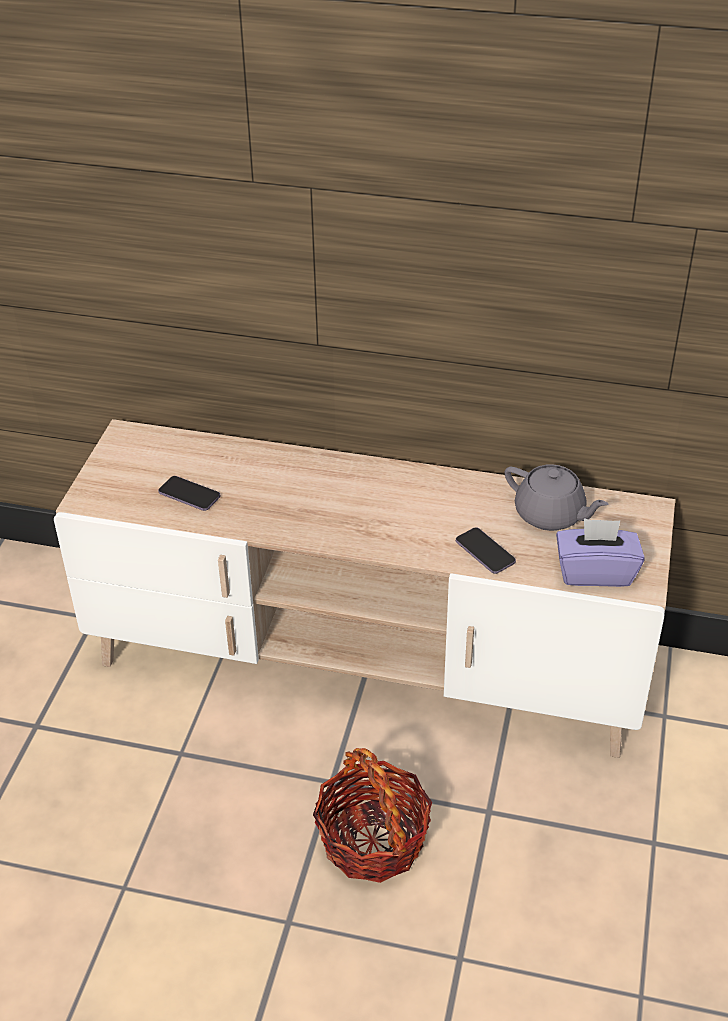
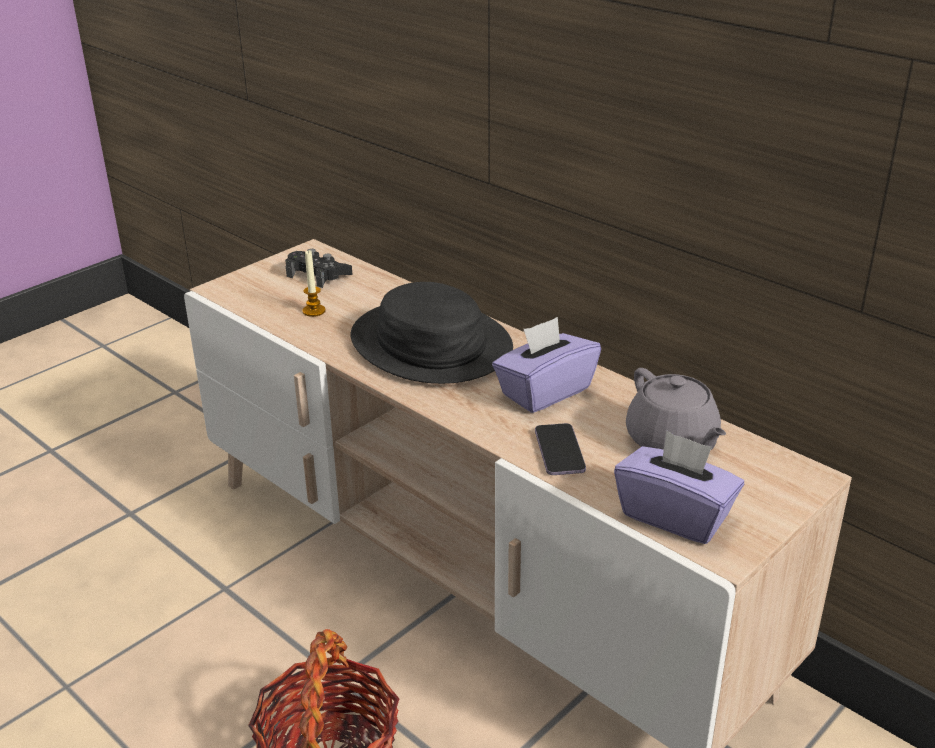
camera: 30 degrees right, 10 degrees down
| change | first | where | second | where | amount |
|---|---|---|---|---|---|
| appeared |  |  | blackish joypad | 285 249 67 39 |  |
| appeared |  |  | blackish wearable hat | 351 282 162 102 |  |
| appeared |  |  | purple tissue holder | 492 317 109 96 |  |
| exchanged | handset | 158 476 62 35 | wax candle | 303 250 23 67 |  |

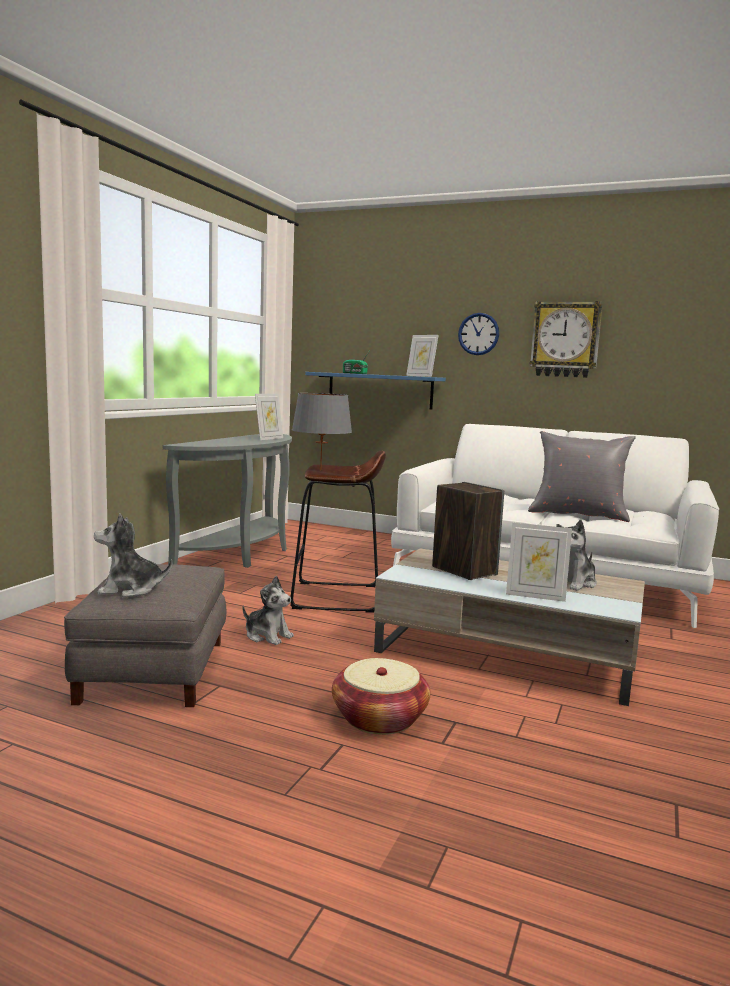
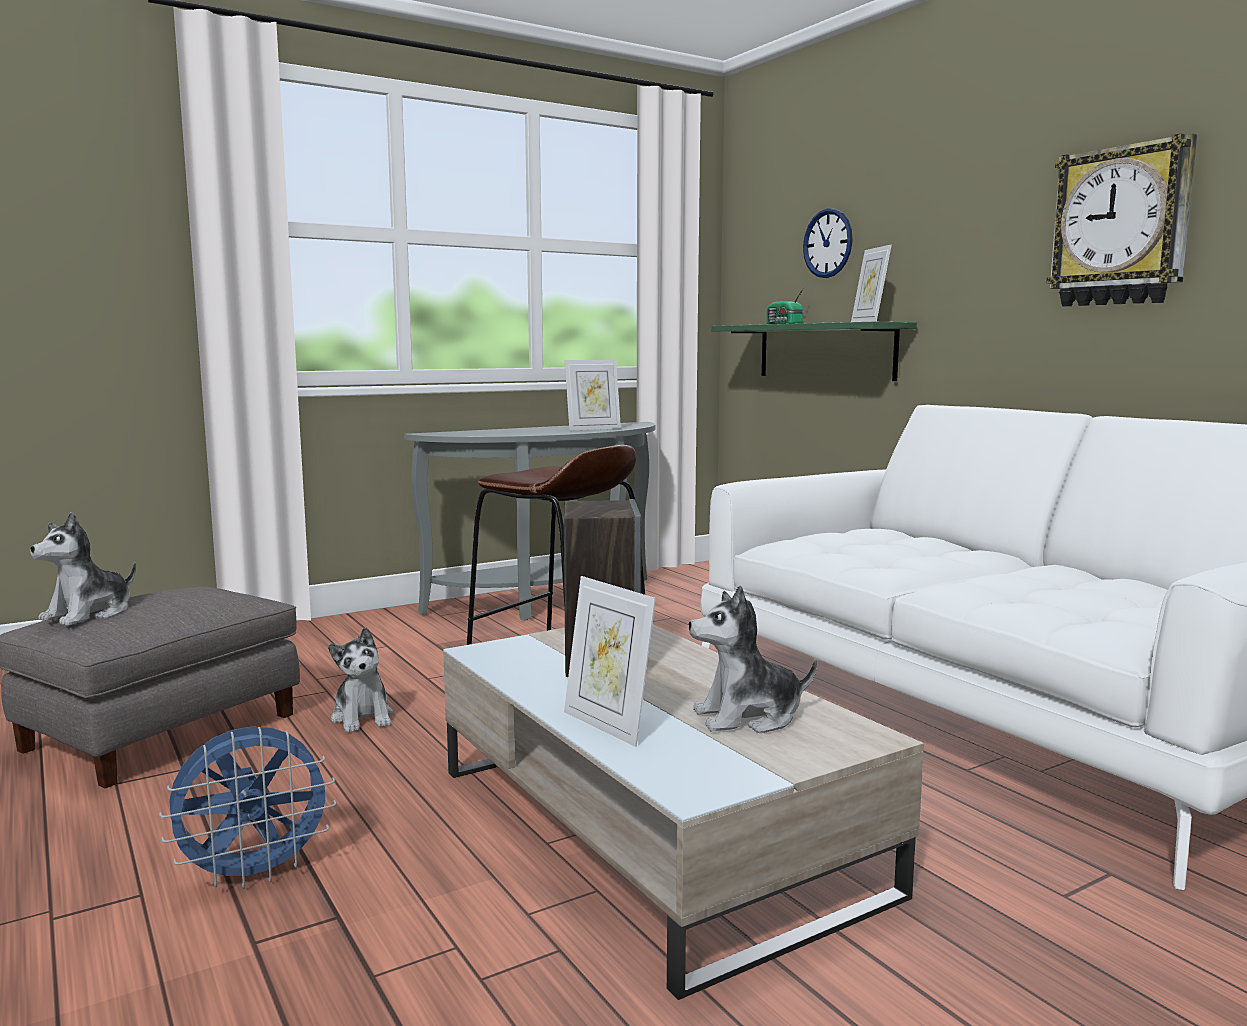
camera: 35 degrees right, 0 degrees up
| change | first | where | second | where | amount |
|---|---|---|---|---|---|
| missing | grey lamp for a table | 292 393 60 78 |  |  |  |
| missing | grey cushion | 528 431 108 91 |  |  |  |
| relocated | hanging clock | 458 313 41 42 |  | 803 208 50 70 |  |
| exchanged | storage basket | 332 658 99 77 | blue fan | 159 726 177 163 |  |
| colour | blue bracket shelf | 305 372 141 38 | green bracket shelf | 711 322 206 59 |  |
| spun | soft toy | 94 513 79 84 |  | 30 512 106 114 | 90 degrees counterclockwise |

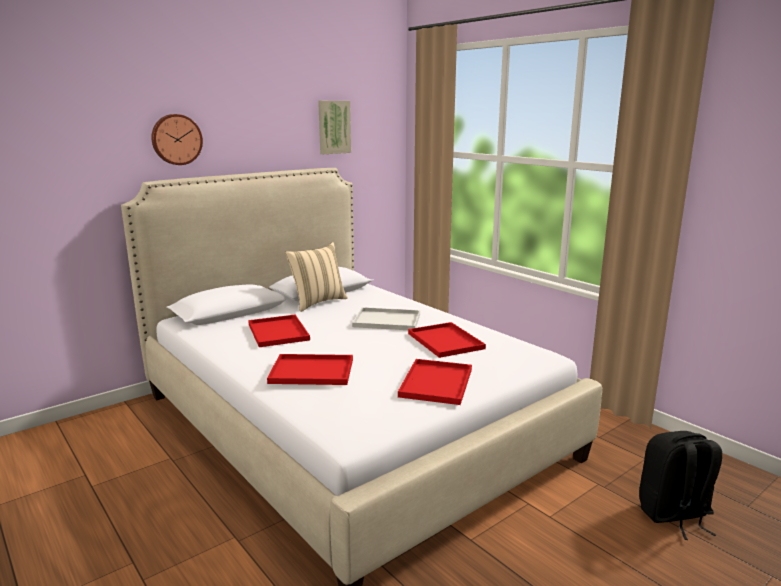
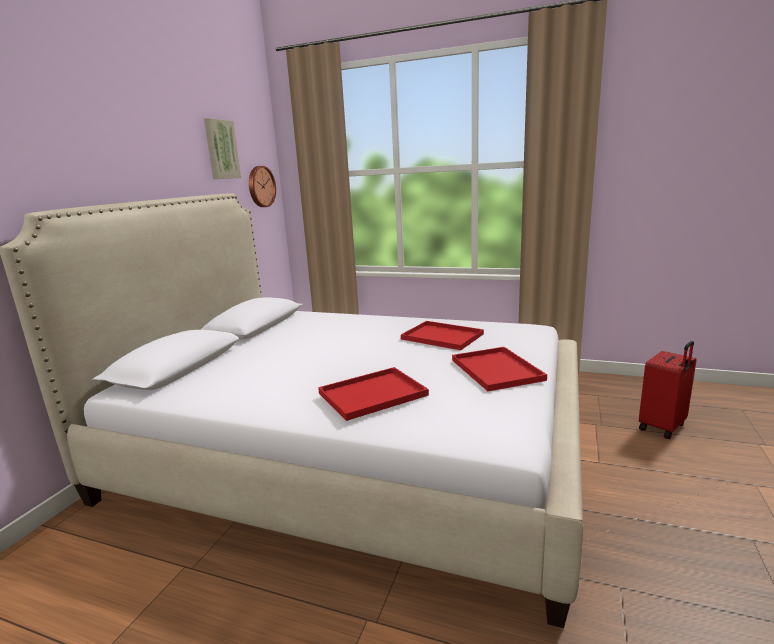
camera: 30 degrees left, 0 degrees up
| change | first | where | second | where | amount |
|---|---|---|---|---|---|
| missing | reddish tray | 248 315 62 32 |  |  |  |
| missing | beige cushion | 285 242 63 70 |  |  |  |
| missing | whitish tray | 352 307 68 23 |  |  |  |
| relocated | hanging clock | 151 114 52 51 |  | 249 166 27 41 |  |
| exchanged | blackish knapsack | 639 431 83 109 | reddish travel case | 639 341 58 98 |  |

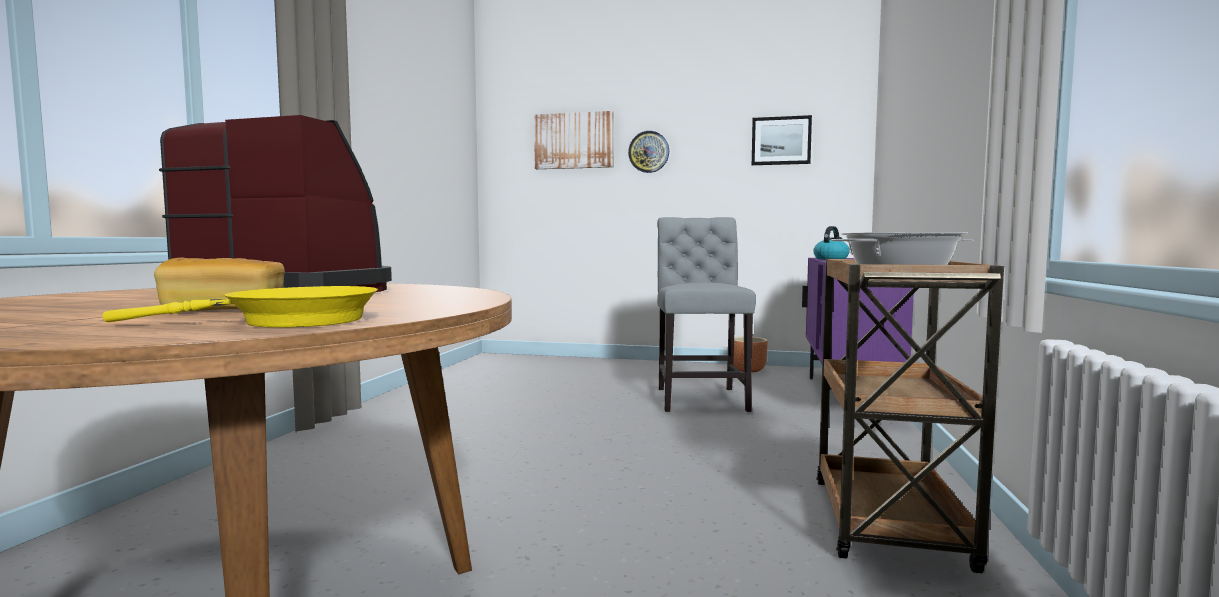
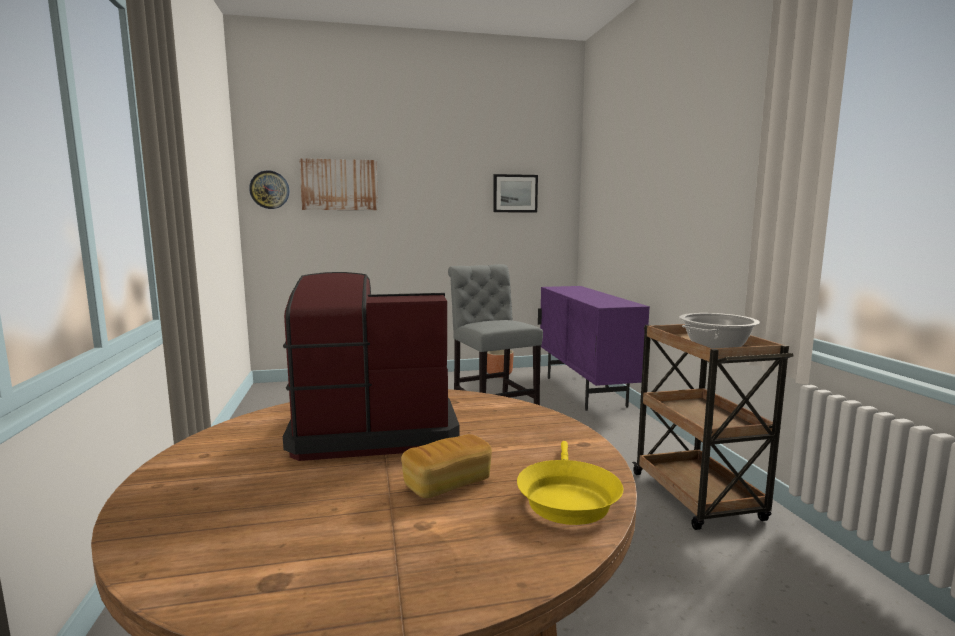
camera: 25 degrees left, 5 degrees up
| change | first | where | second | where | amount |
|---|---|---|---|---|---|
| missing | kettle | 813 226 37 33 |  |  |  |
| relocated | hanging clock | 628 131 41 42 |  | 249 170 40 39 |  |
| spun | yellowish skillet | 103 286 275 41 |  | 517 441 106 84 | 135 degrees clockwise |

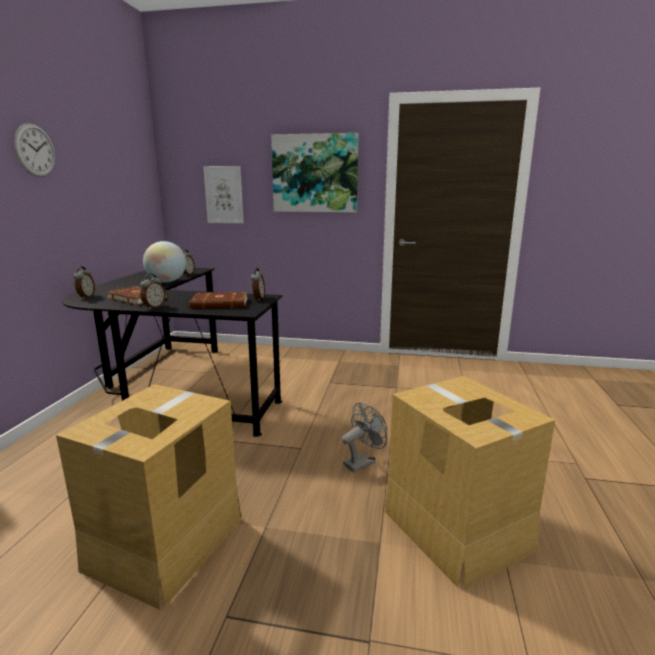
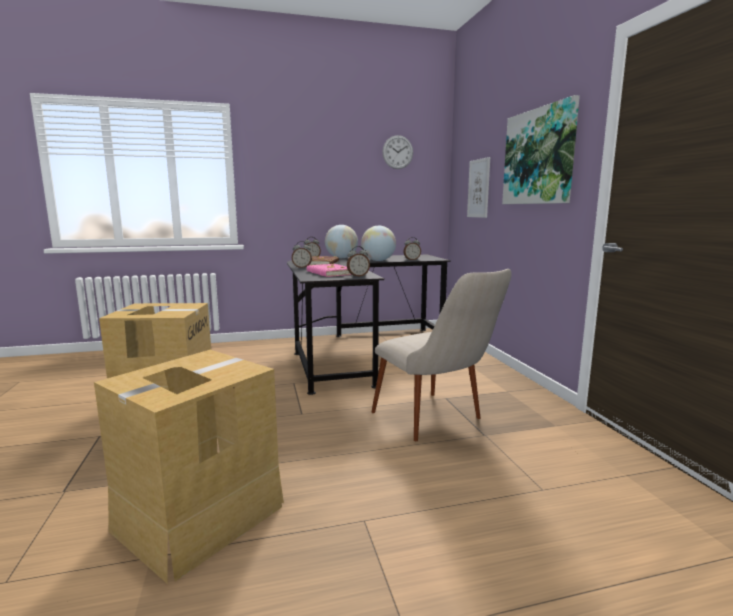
camera: 65 degrees right, 5 degrees down
| change | first | where | second | where | amount |
|---|---|---|---|---|---|
| missing | grey fan | 342 402 45 70 |  |  |  |
| appeared |  |  | world globe | 325 225 33 33 |  |
| appeared |  |  | beige plain chair | 371 269 140 172 |  |
| relocated | hanging clock | 14 123 41 54 |  | 383 135 30 34 |  |
| colour | brown-coloured bound book | 189 292 58 16 | pink bound book | 307 264 45 13 |  |

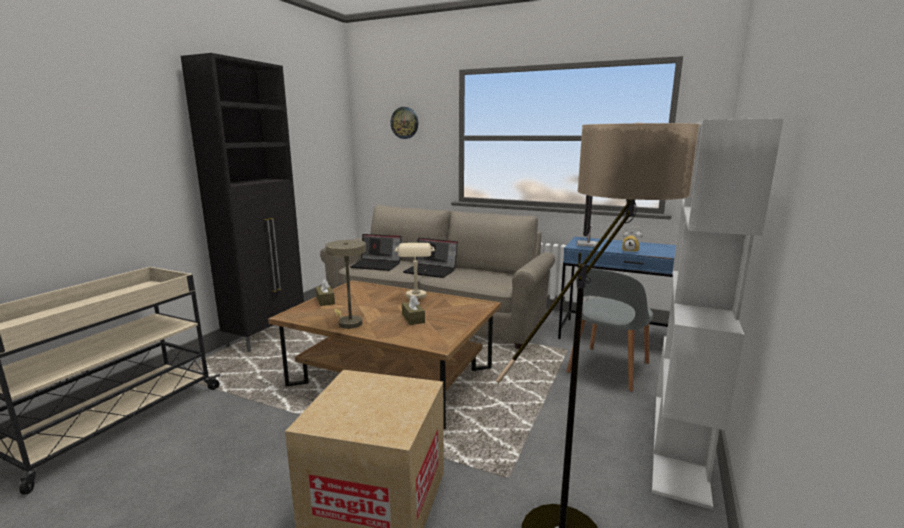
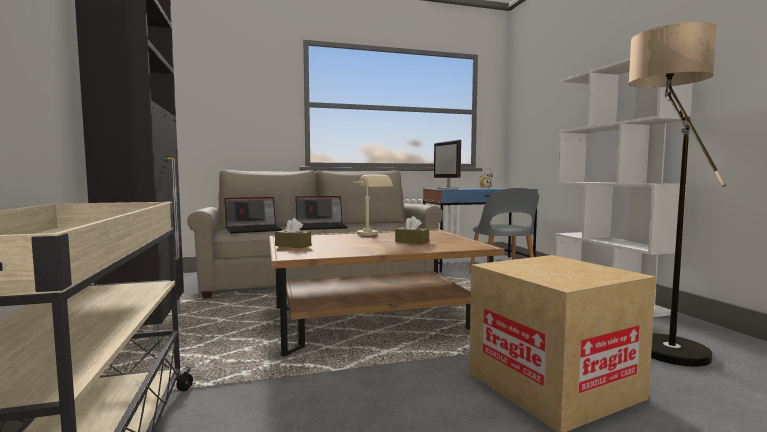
camera: 40 degrees left, 10 degrees down
| change | first | where | second | where | amount |
|---|---|---|---|---|---|
| missing | beige lamp for a table | 325 240 41 89 |  |  |  |
| missing | hanging clock | 390 107 28 32 |  |  |  |

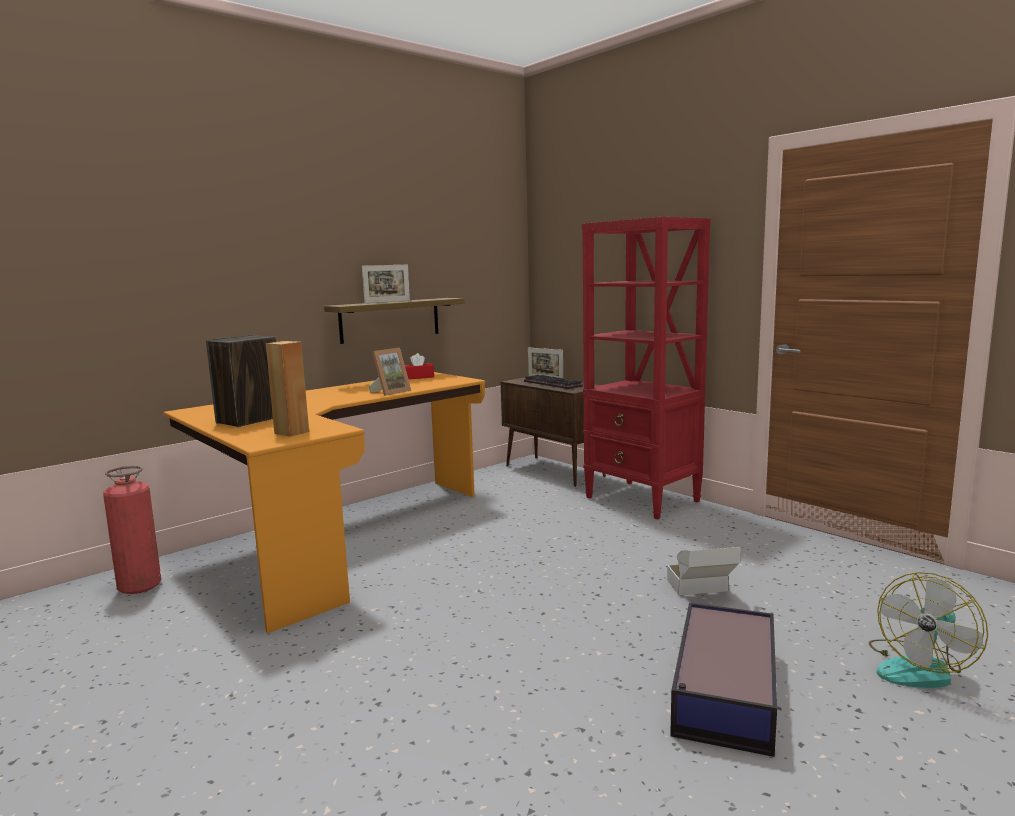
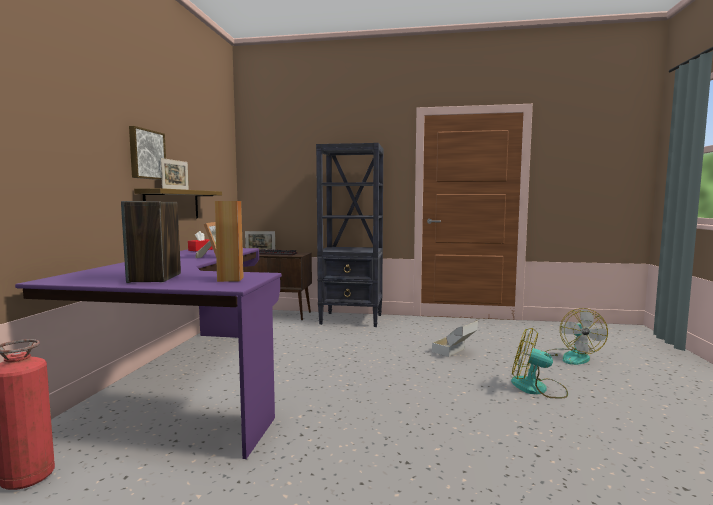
camera: 40 degrees left, 5 degrees down
| change | first | where | second | where | amount |
|---|---|---|---|---|---|
| appeared |  |  | picture | 129 126 37 54 |  |
| exchanged | storage box | 670 603 107 154 | fan | 511 328 57 70 |  |
| colour | orangey desk | 163 372 322 261 | purple desk | 15 248 267 211 |  |
| colour | reddish shelving unit | 582 217 128 303 | blackish shelving unit | 316 143 67 184 |  |

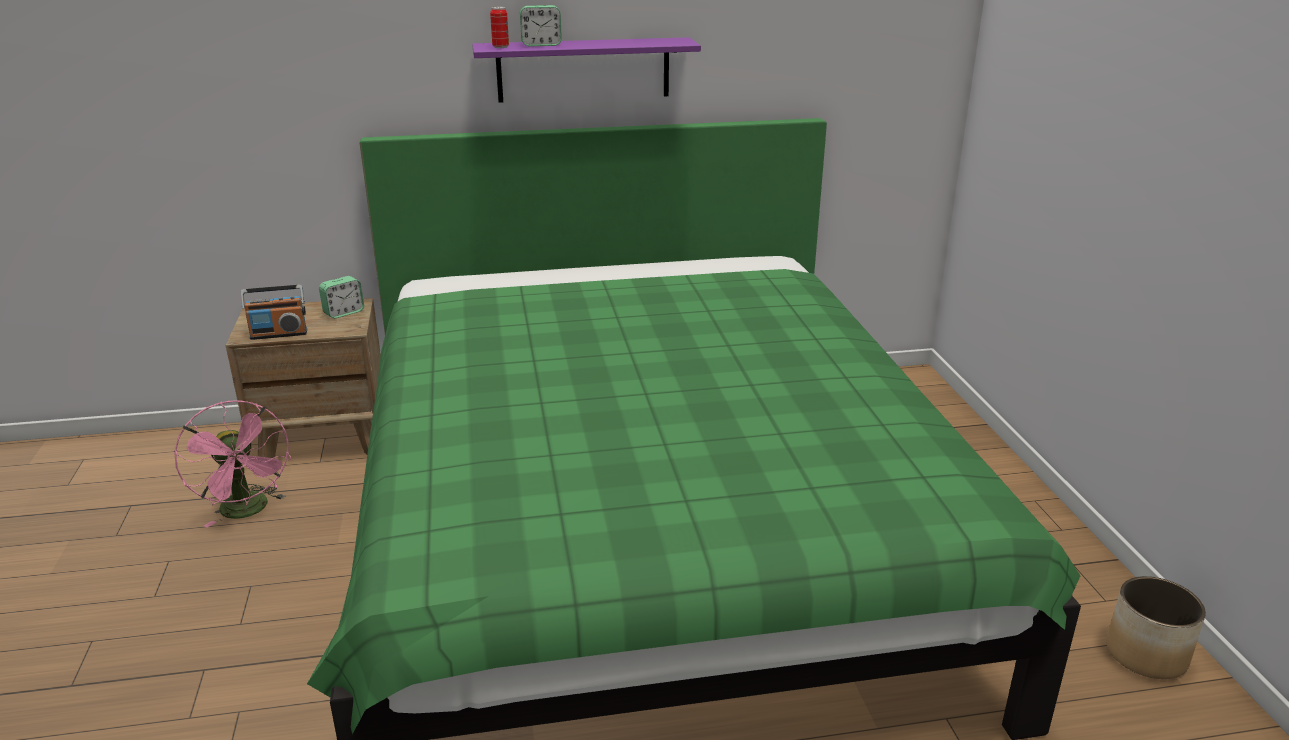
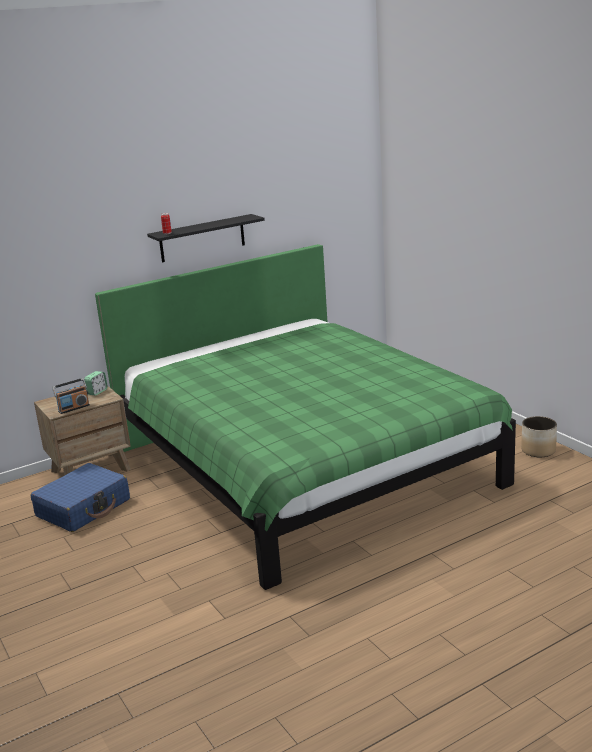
camera: 20 degrees left, 5 degrees down
| change | first | where | second | where | amount |
|---|---|---|---|---|---|
| missing | bedside clock | 520 5 42 41 |  |  |  |
| exchanged | pink fan | 174 401 117 127 | blue travel case | 30 463 100 69 |  |
| colour | purple bracket shelf | 472 37 229 66 | blackish bracket shelf | 147 214 118 48 |  |

